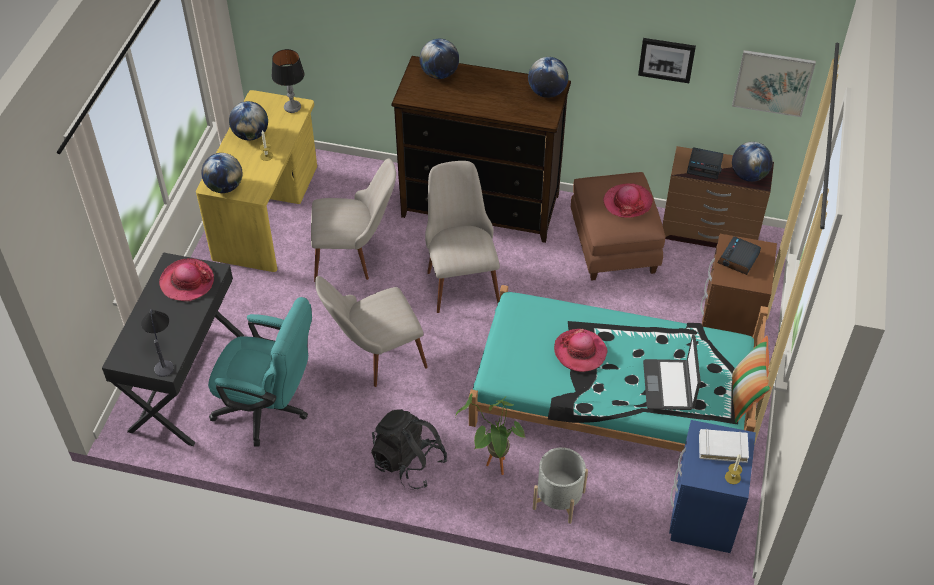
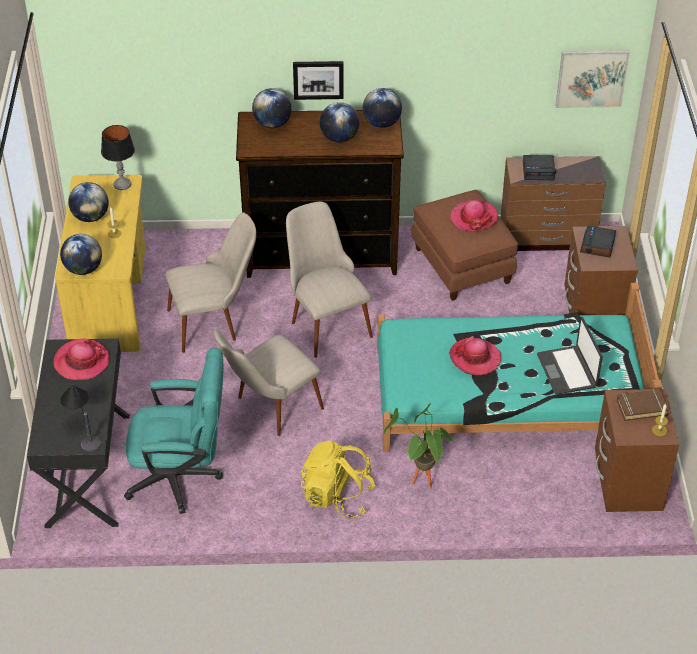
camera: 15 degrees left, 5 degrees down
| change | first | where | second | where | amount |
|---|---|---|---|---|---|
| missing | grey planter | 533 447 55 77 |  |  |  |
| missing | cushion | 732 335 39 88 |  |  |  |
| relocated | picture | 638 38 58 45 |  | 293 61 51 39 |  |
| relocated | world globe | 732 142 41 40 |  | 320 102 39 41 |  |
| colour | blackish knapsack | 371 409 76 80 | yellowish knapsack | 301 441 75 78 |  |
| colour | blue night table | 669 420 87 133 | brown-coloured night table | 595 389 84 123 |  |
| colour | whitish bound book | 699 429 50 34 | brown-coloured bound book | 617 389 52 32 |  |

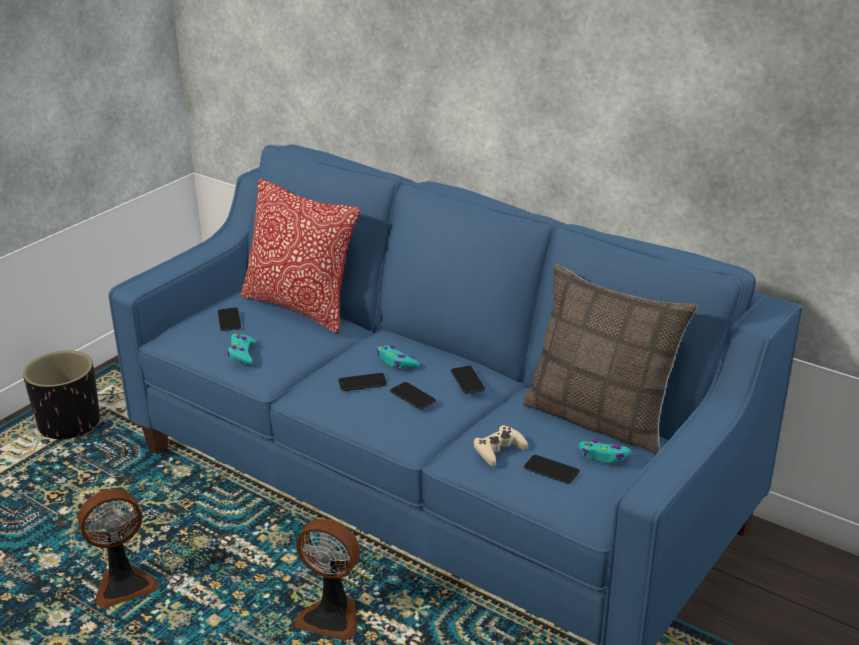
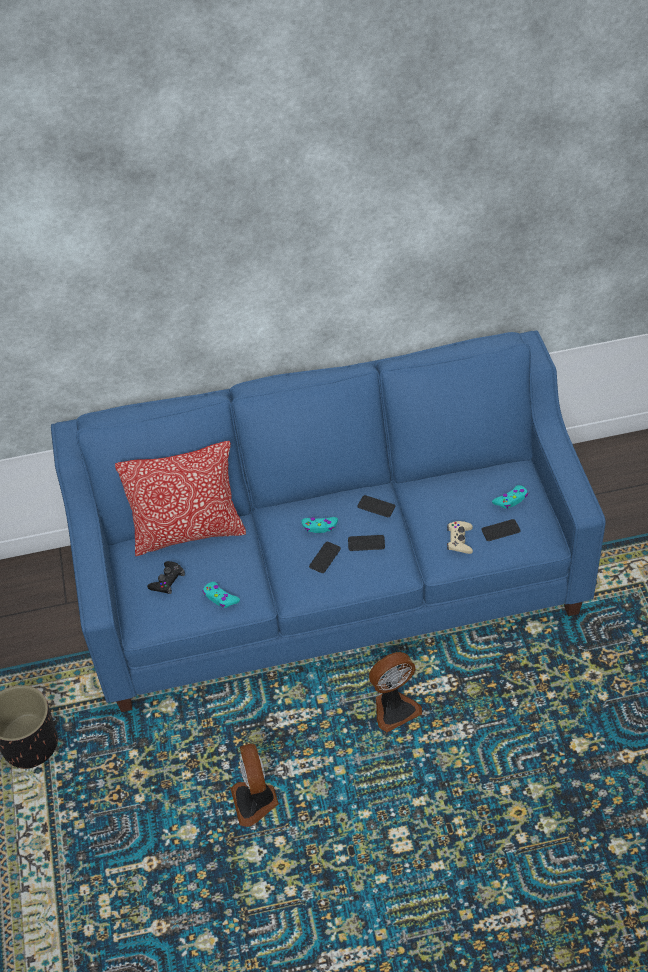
camera: 45 degrees left, 20 degrees up
| change | first | where | second | where | amount |
|---|---|---|---|---|---|
| missing | cushion | 522 264 175 190 |  |  |  |
| exchanged | handset | 218 307 23 24 | blackish joypad | 147 561 38 33 |  |
| spun | fan | 78 489 81 120 |  | 230 743 49 84 | 150 degrees clockwise |

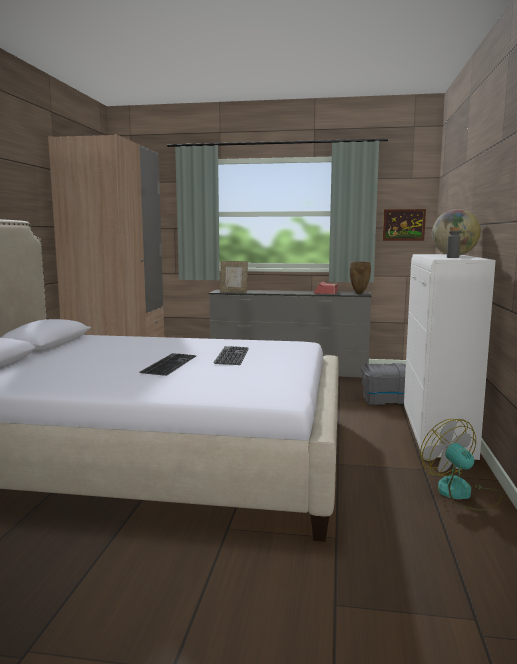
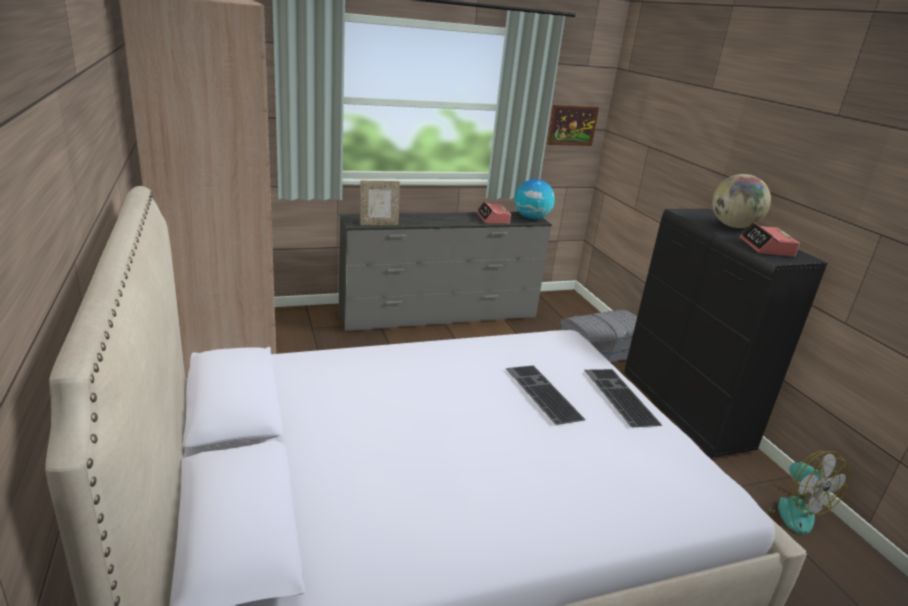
camera: 30 degrees left, 15 degrees up
| change | first | where | second | where | amount |
|---|---|---|---|---|---|
| relocated | keyboard | 140 353 56 23 |  | 584 369 78 58 |  |
| exchanged | brown-coloured flower vase | 350 262 21 32 | world globe | 514 179 41 41 |  |
| exchanged | grey bottle | 447 227 13 31 | bedside clock | 740 222 60 35 |  |
| colour | whitish cupboard | 404 254 92 206 | blackish cupboard | 625 208 203 250 |  |
| spun | fan | 420 419 82 92 |  | 749 451 101 84 | 150 degrees counterclockwise |

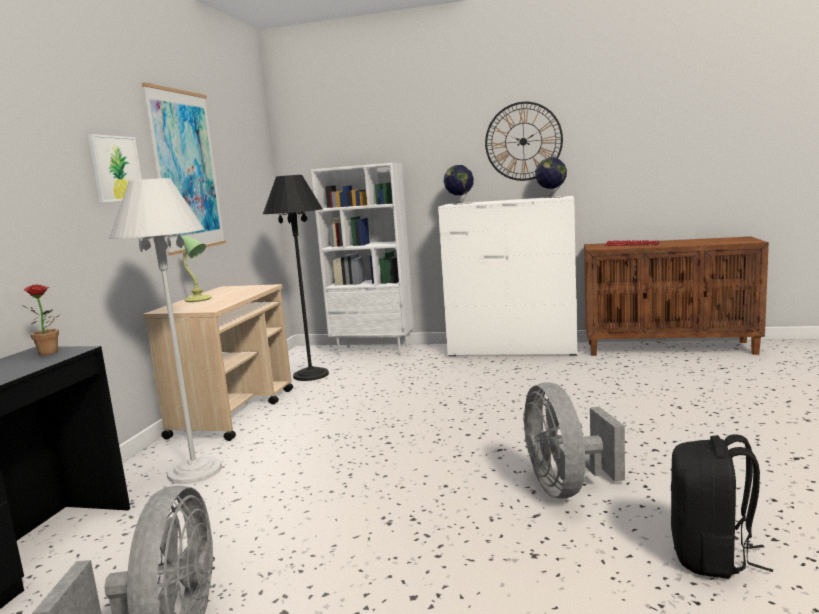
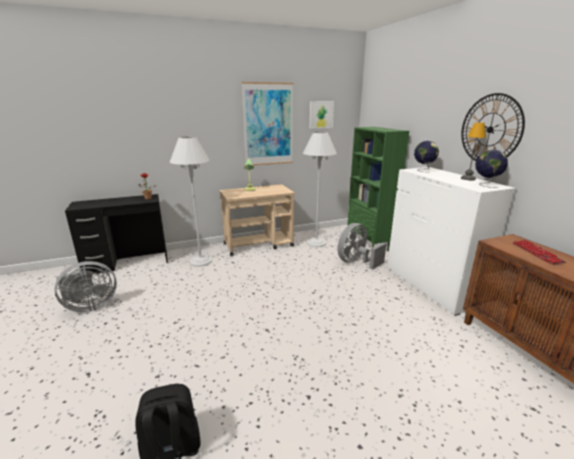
camera: 55 degrees right, 10 degrees up
| change | first | where | second | where | amount |
|---|---|---|---|---|---|
| appeared |  |  | lamp for a table | 461 122 25 58 |  |
| relocated | picture | 88 134 54 68 |  | 310 101 24 27 |  |
| relocated | grey fan | 523 382 102 117 |  | 338 223 49 46 |  |
| colour | blackish floor lamp | 263 175 66 206 | whitish floor lamp | 303 132 34 115 |  |
| colour | whitish shelving unit | 311 163 103 193 | green shelving unit | 347 127 62 124 |  |

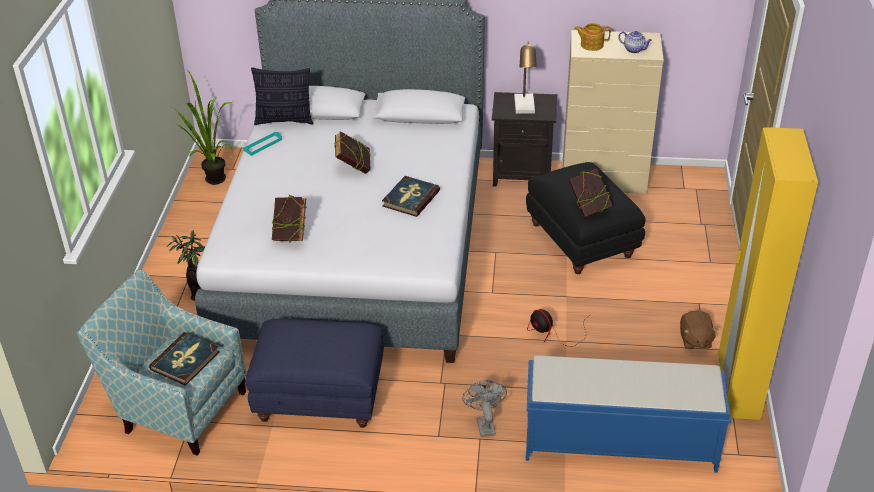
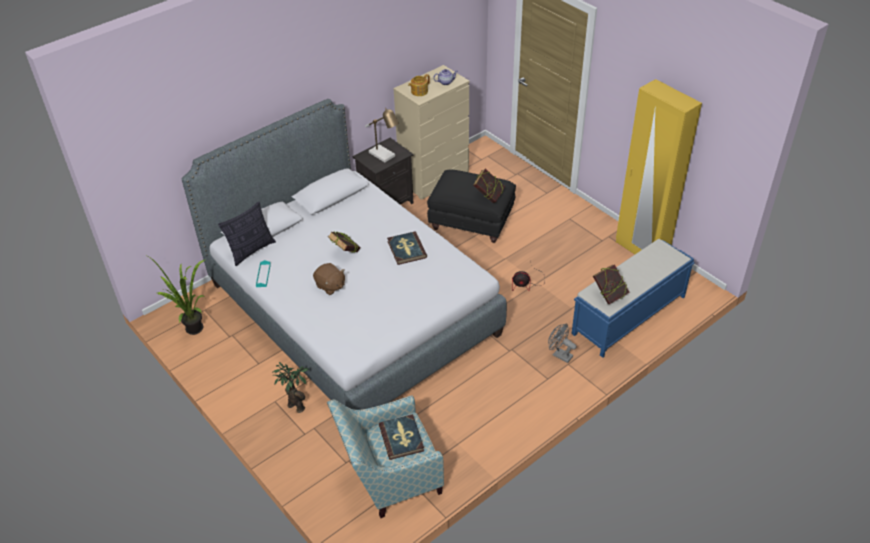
camera: 45 degrees left, 5 degrees up
| change | first | where | second | where | amount |
|---|---|---|---|---|---|
| missing | blue footrest | 245 319 139 109 |  |  |  |
| relocated | bound book | 272 195 34 47 |  | 593 264 37 40 |  |
| relocated | brown-coloured soft toy | 680 311 38 38 |  | 313 263 32 32 |  |

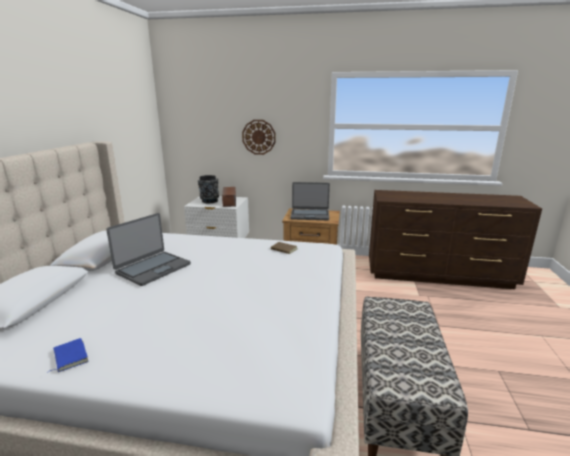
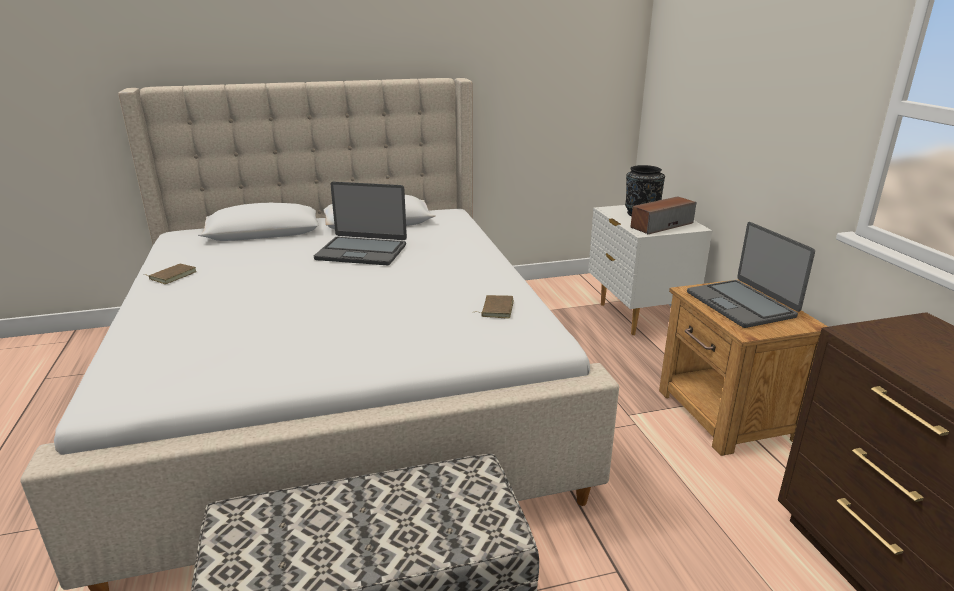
camera: 65 degrees right, 5 degrees up
| change | first | where | second | where | amount |
|---|---|---|---|---|---|
| missing | hanging clock | 242 120 34 35 |  |  |  |
| colour | blue bound book | 47 338 41 35 | brown-coloured bound book | 143 263 54 21 |  |

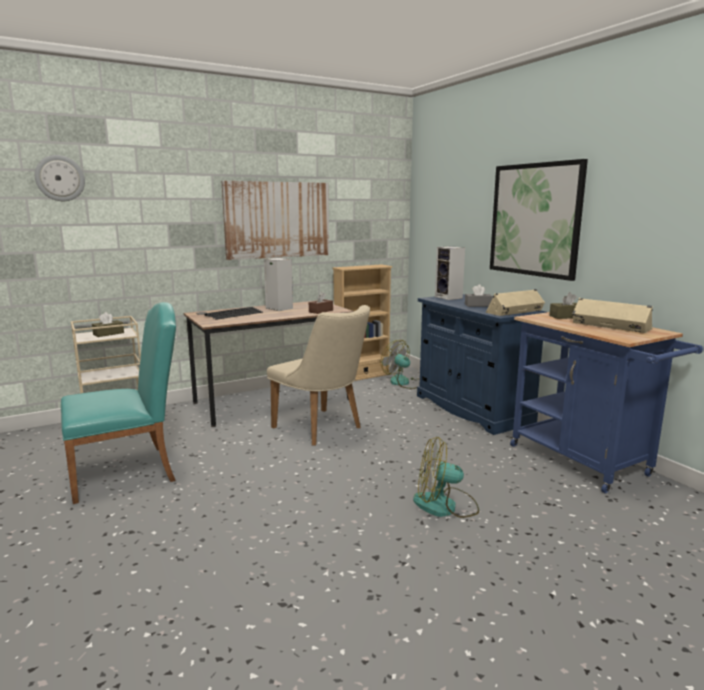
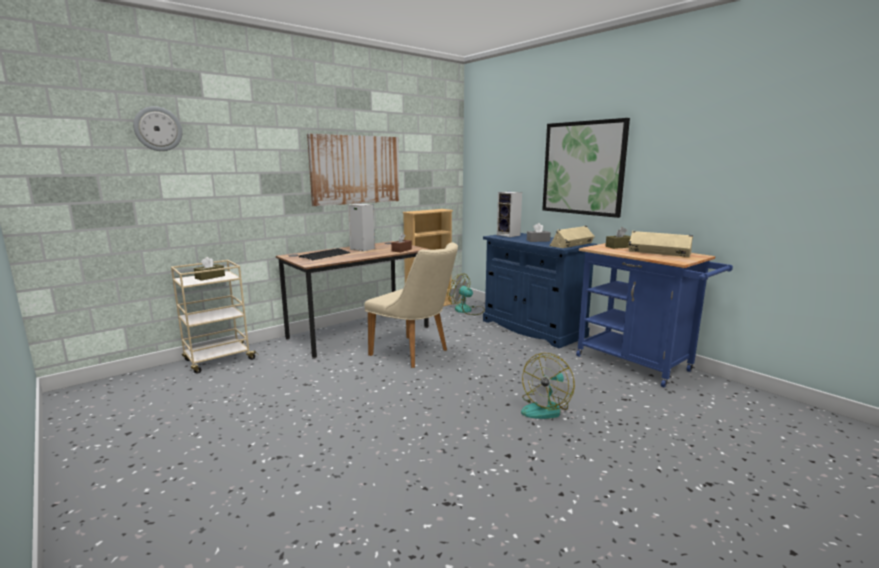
camera: 10 degrees left, 0 degrees up
| change | first | where | second | where | amount |
|---|---|---|---|---|---|
| missing | blue-green plain chair | 61 302 115 202 |  |  |  |
| spun | fan | 413 437 66 81 |  | 521 353 54 66 | 45 degrees counterclockwise |

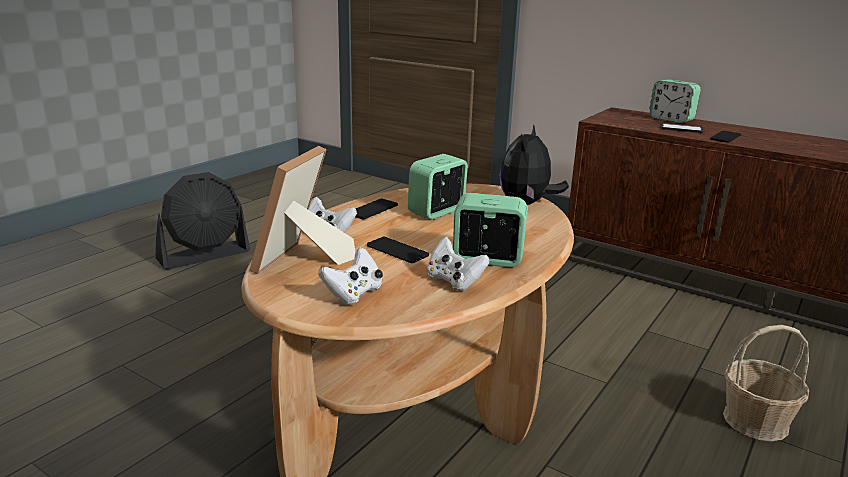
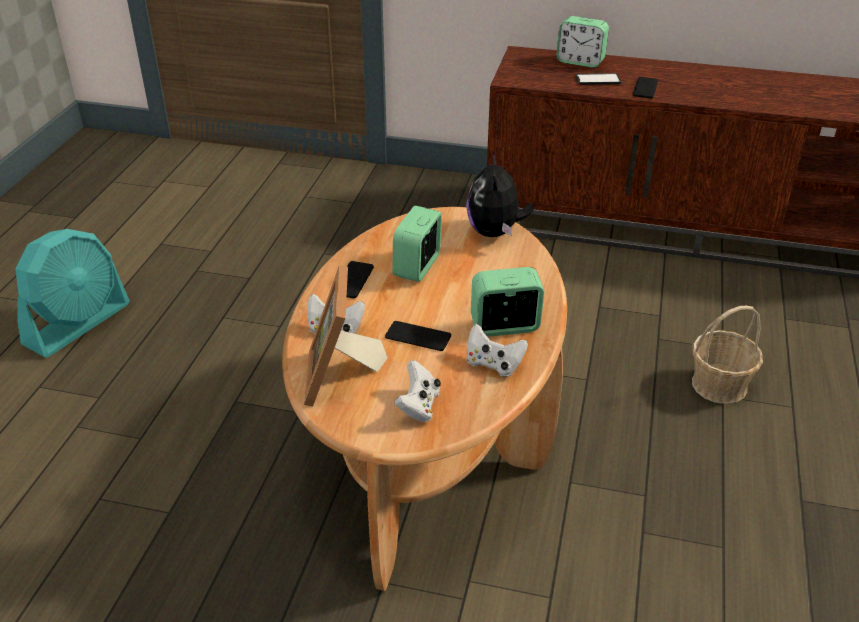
camera: 20 degrees left, 15 degrees up
| change | first | where | second | where | amount |
|---|---|---|---|---|---|
| colour | blackish fan | 156 172 94 98 | blue-green fan | 15 229 115 128 |  |

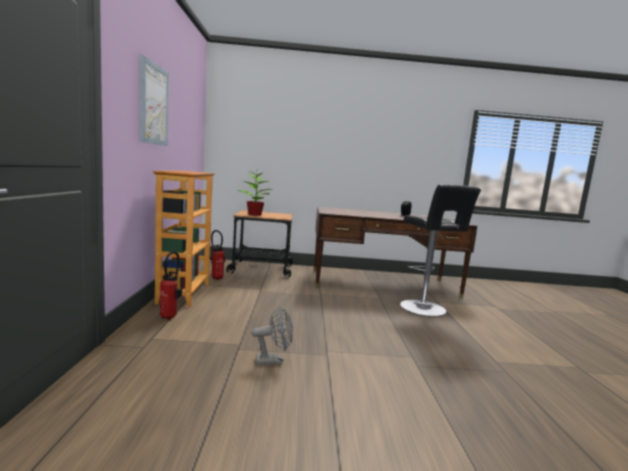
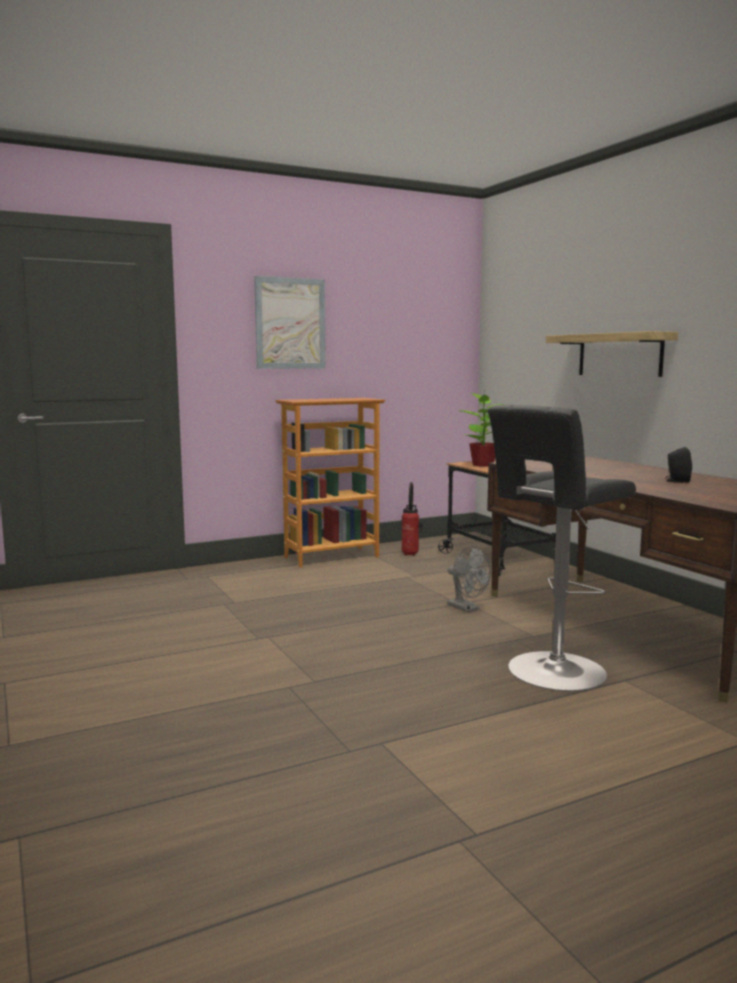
camera: 65 degrees right, 0 degrees up
| change | first | where | second | where | amount |
|---|---|---|---|---|---|
| missing | fire-fighting cylinder | 160 251 22 69 |  |  |  |
| appeared |  |  | bracket shelf | 546 331 132 46 |  |
| relocated | grey fan | 251 306 42 59 |  | 447 546 44 66 |  |

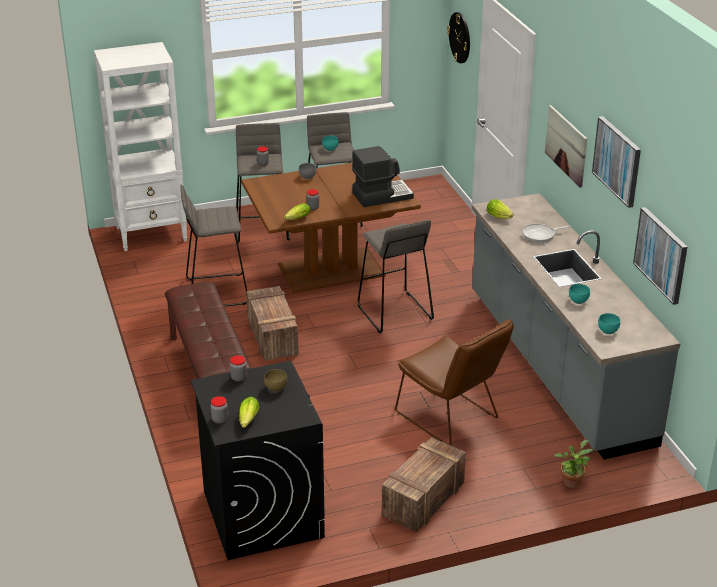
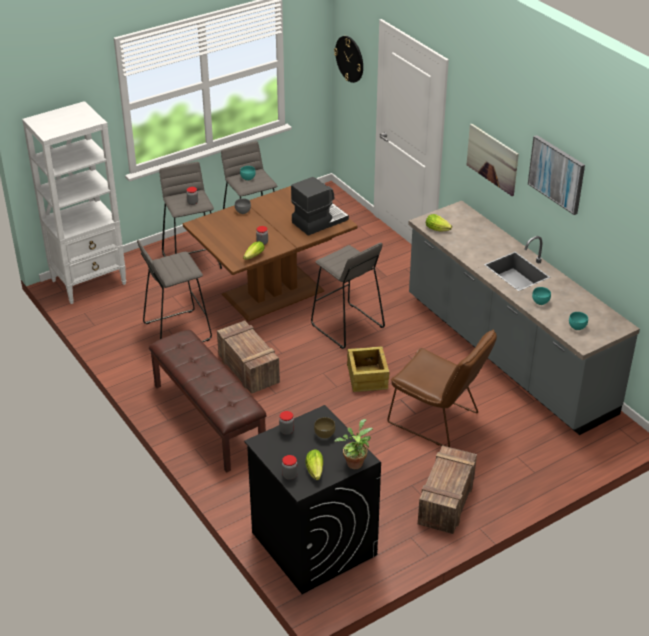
camera: 15 degrees left, 5 degrees up
| change | first | where | second | where | amount |
|---|---|---|---|---|---|
| missing | skillet | 522 224 48 19 |  |  |  |
| missing | picture | 633 207 54 98 |  |  |  |
| appeared |  |  | packing crate | 347 346 42 46 |  |
| relocated | potted plant | 554 440 40 48 |  | 334 419 39 50 |  |

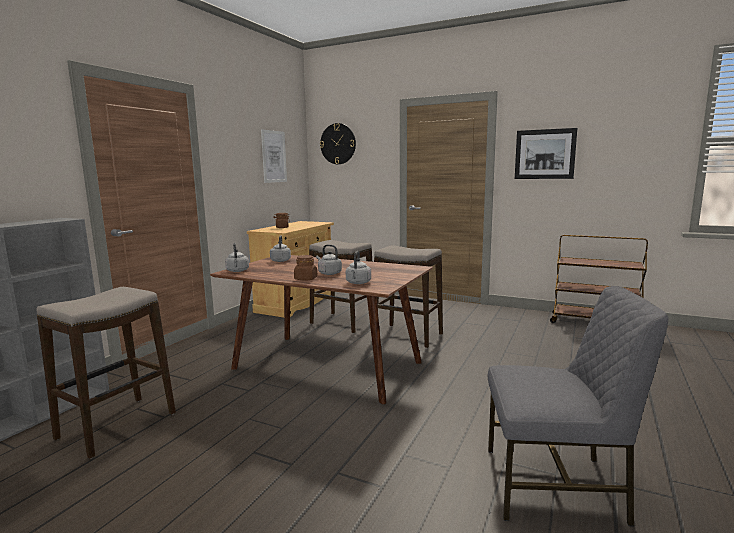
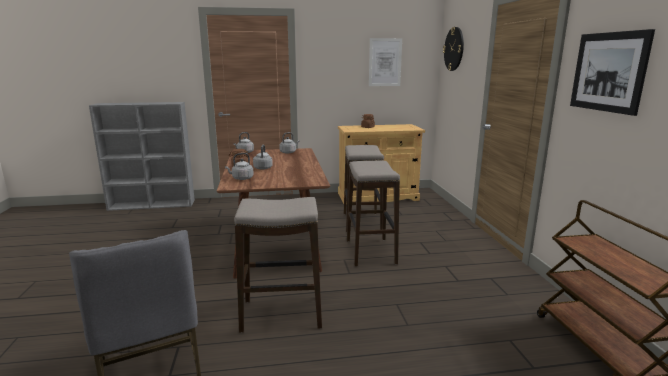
camera: 55 degrees right, 5 degrees up
| change | first | where | second | where | amount |
|---|---|---|---|---|---|
| relocated | stool | 37 287 139 172 |  | 234 197 88 136 |  |

